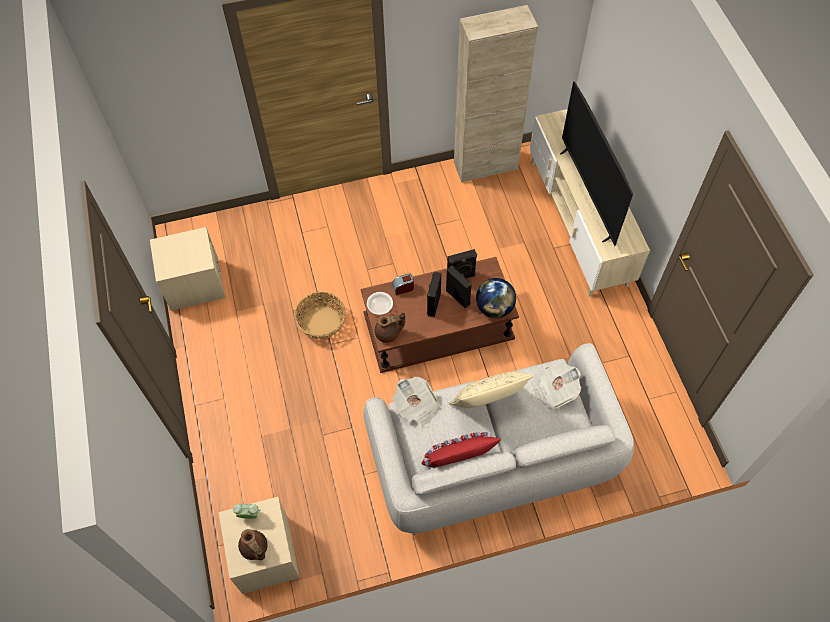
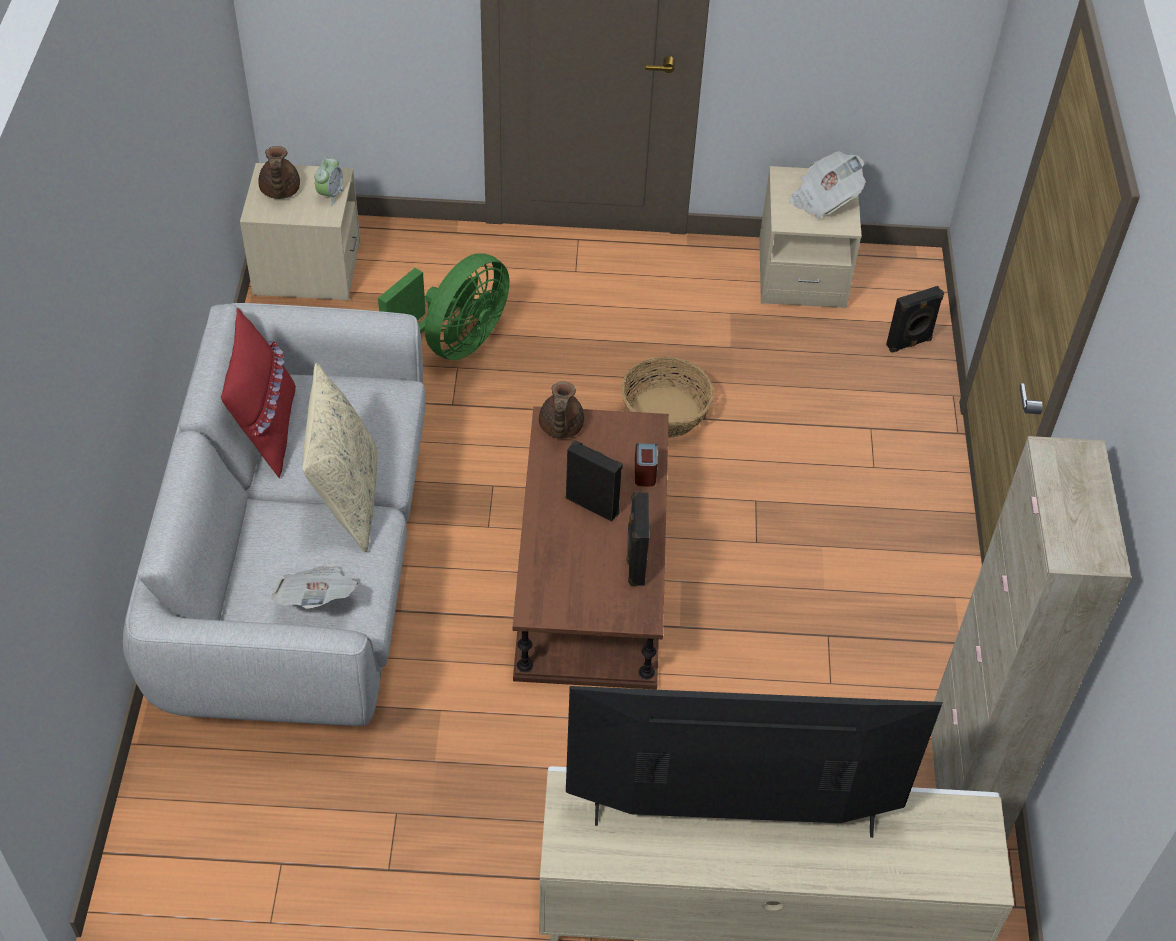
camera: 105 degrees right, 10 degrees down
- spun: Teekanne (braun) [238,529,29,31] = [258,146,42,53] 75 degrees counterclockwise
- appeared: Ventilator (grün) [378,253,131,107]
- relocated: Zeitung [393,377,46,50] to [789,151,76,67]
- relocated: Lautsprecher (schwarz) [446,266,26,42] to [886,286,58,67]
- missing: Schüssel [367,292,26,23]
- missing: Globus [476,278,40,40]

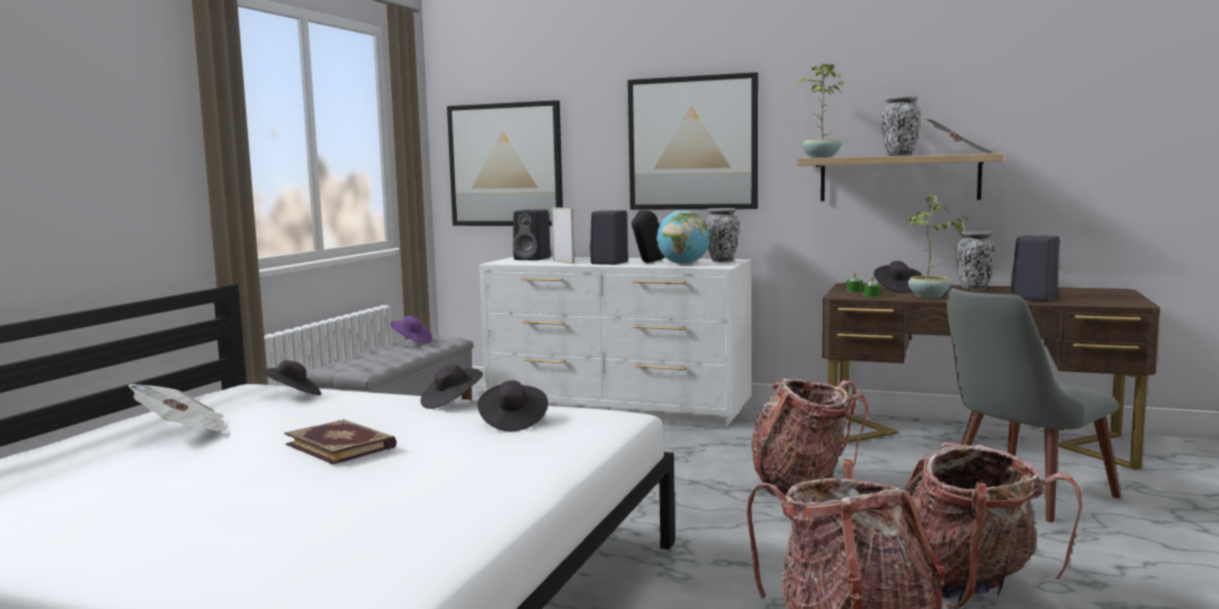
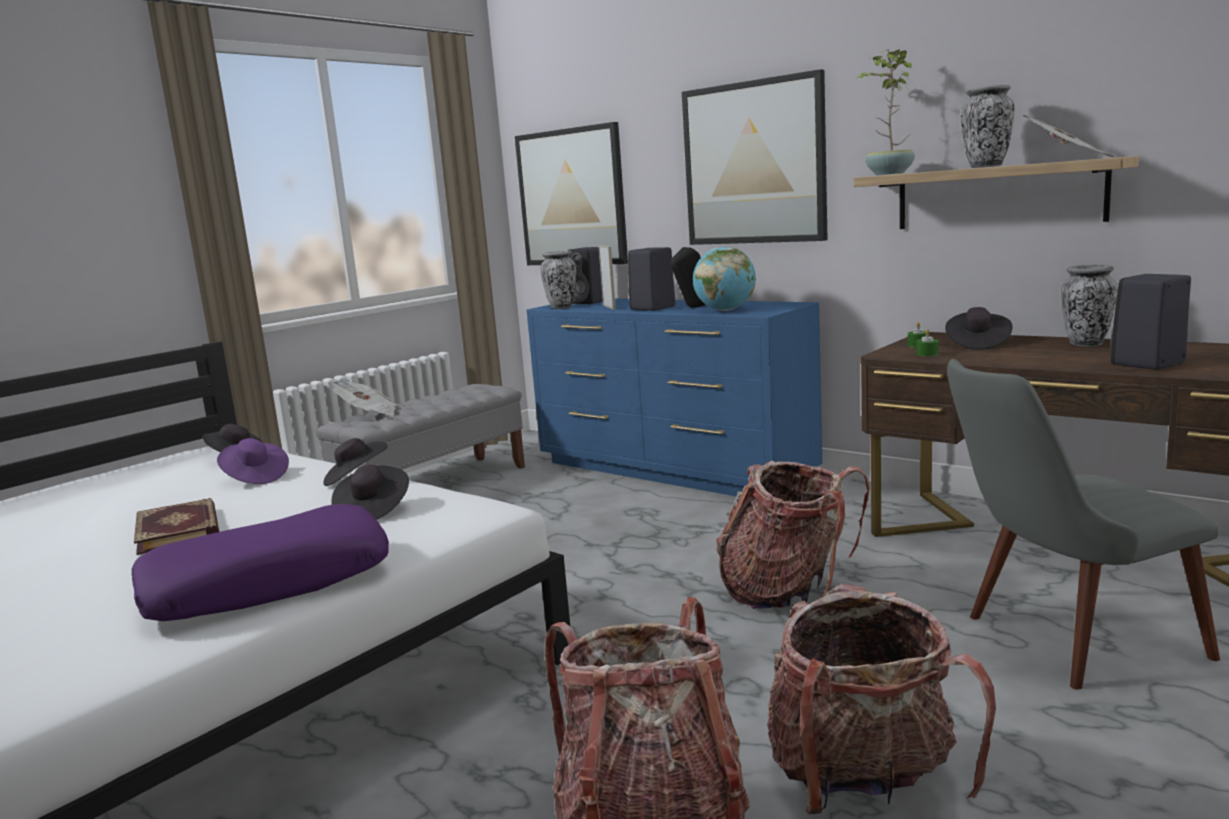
camera: 20 degrees right, 5 degrees up
- appeared: Kissen (lila) [132,504,257,117]
- relocated: Hut (lila) [391,316,41,27] to [217,438,72,46]
- relocated: Zeitung [128,384,99,48] to [332,381,65,34]
- colour: Kommode (weiß) [480,257,271,171] to Kommode (blau) [526,299,296,197]
- relocated: Vase [705,208,34,54] to [540,251,36,58]
- missing: Topfpflanze [905,195,64,103]

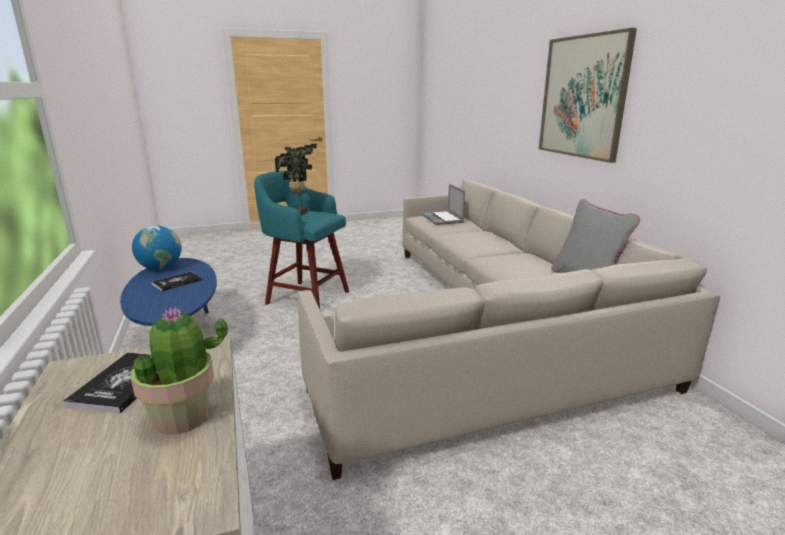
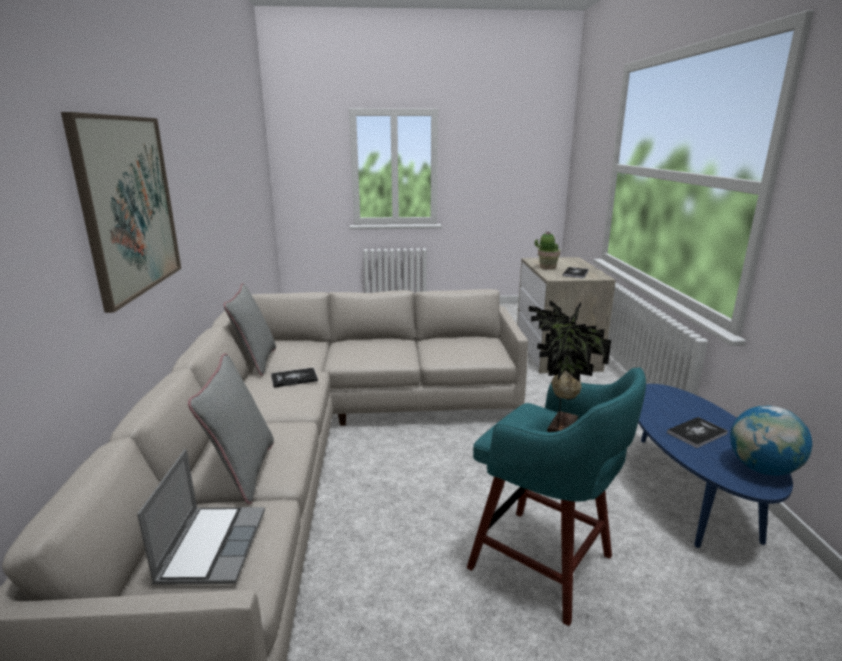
camera: 165 degrees left, 0 degrees up
- appeared: Kissen (grau) [188,353,86,151]
- appeared: Buch [271,368,47,20]

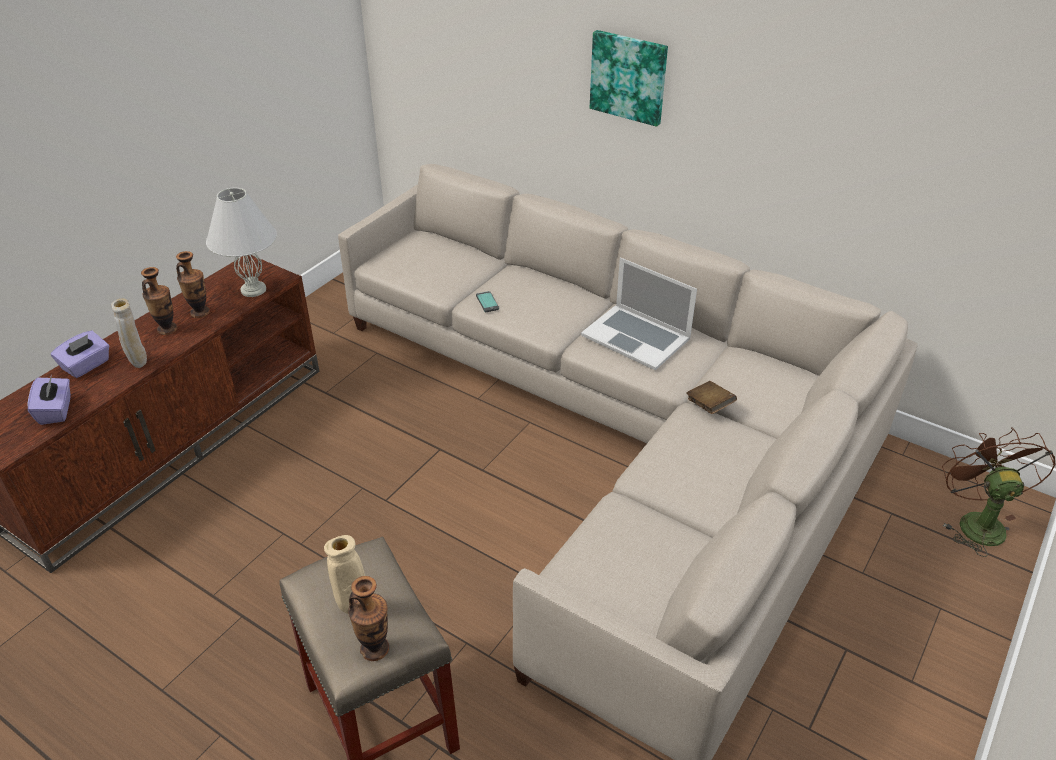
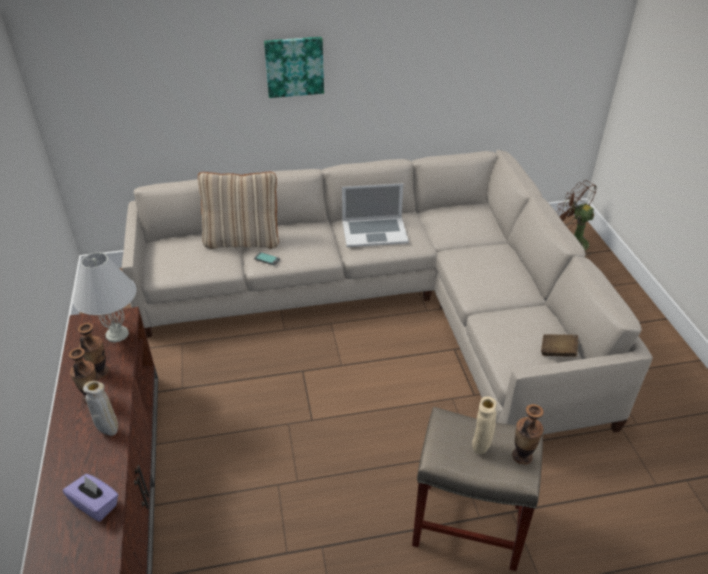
camera: 45 degrees left, 0 degrees up
- appeared: Kissen (beige) [198,172,81,77]
- relocated: Buch (braun) [686,381,51,33] to [541,334,37,23]
- missing: Taschentuchbox (lila) [51,331,58,47]

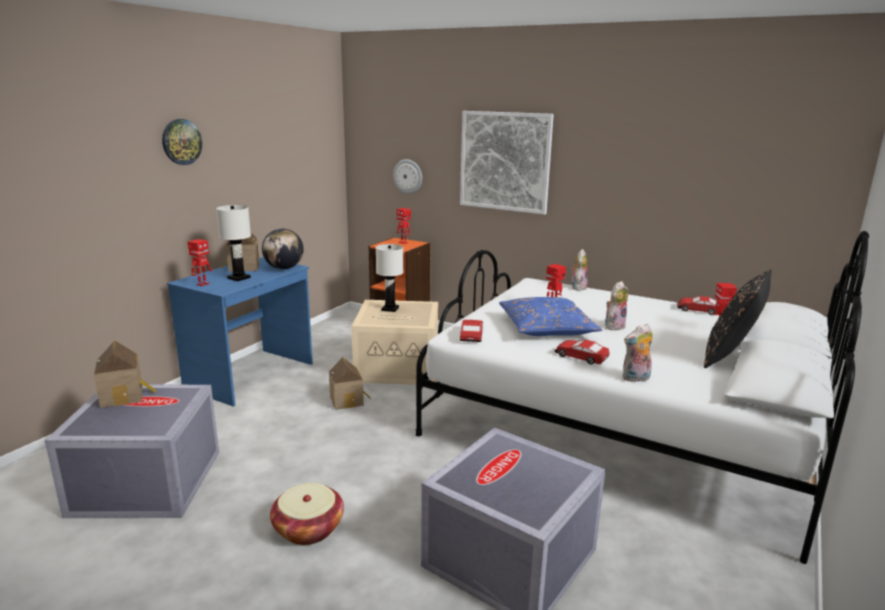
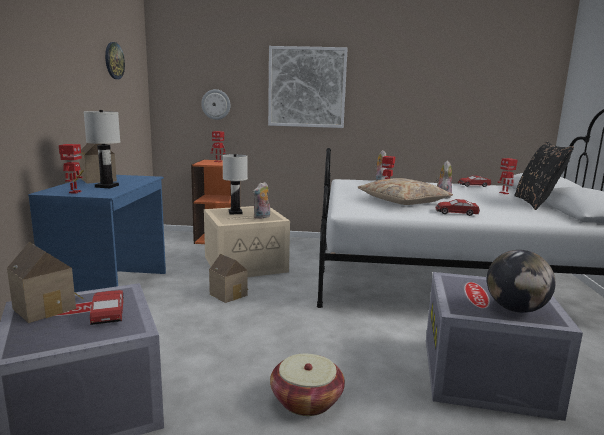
camera: 25 degrees left, 5 degrees down
- relocated: Spielzeugauto [460,320,23,22] to [90,290,33,35]
- relocated: Wanduhr [162,119,40,46] to [105,42,20,37]
- relocated: Plüschtier [622,324,31,58] to [253,182,17,37]
- colour: Kissen (blau) [499,297,103,39] to Kissen (beige) [357,178,96,27]
- relocated: Globus [262,228,42,41] to [487,250,69,63]

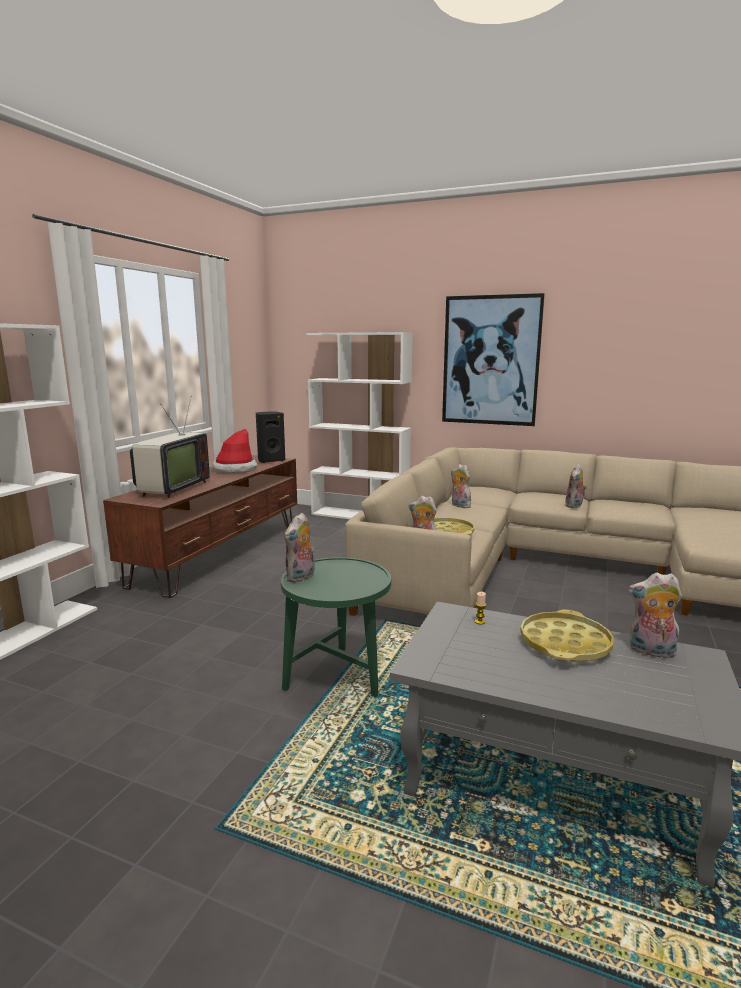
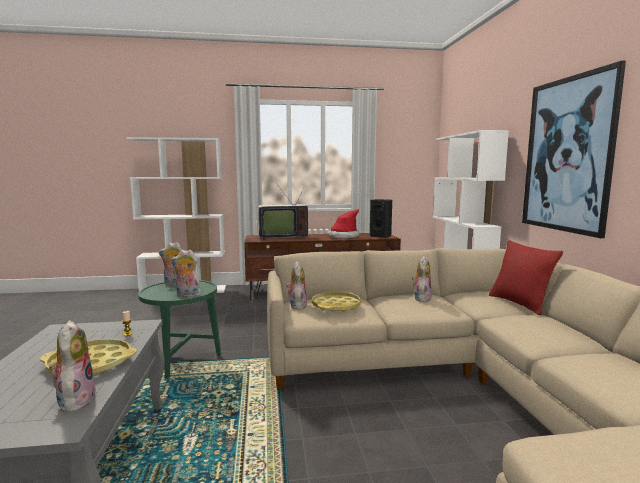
camera: 60 degrees right, 5 degrees down
- relocated: Plüschtier [565,464,22,44] to [171,250,33,47]
- appeared: Kissen (rot) [489,240,74,75]

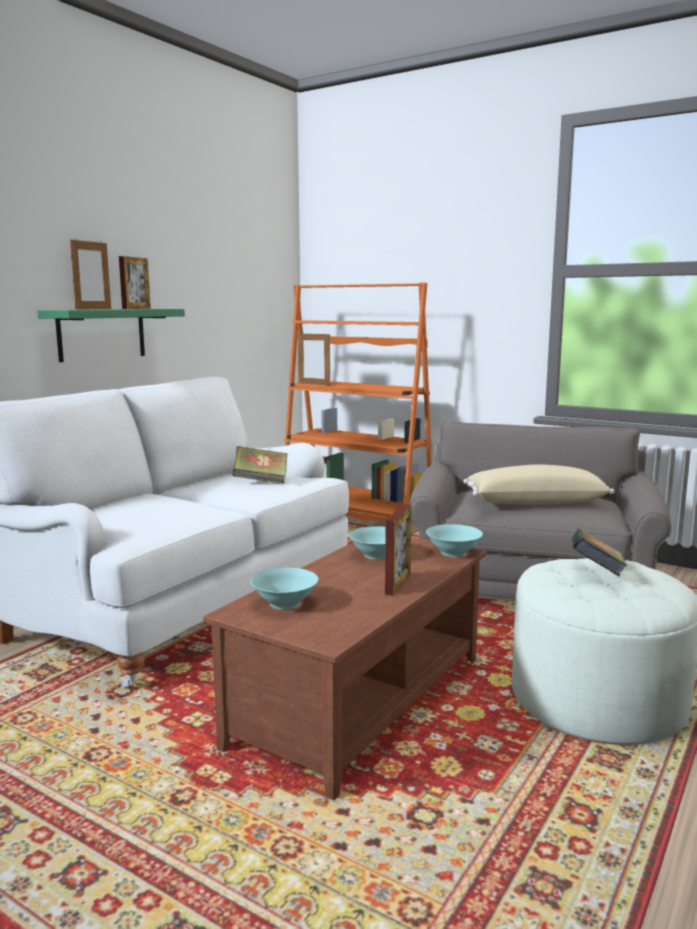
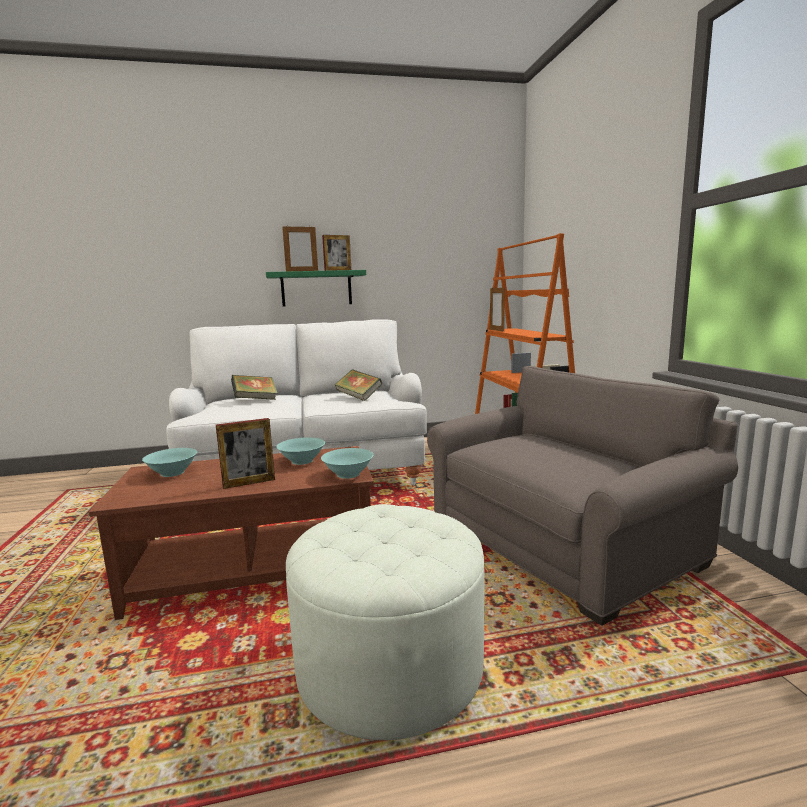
camera: 45 degrees right, 0 degrees up
- relocated: Buch [572,529,56,47] to [231,375,46,25]
- missing: Kissen (beige) [464,464,151,41]

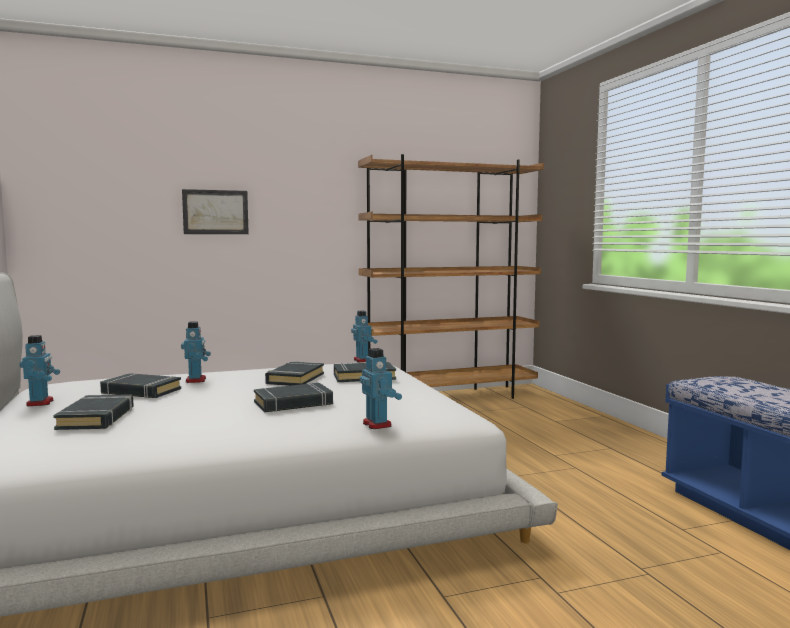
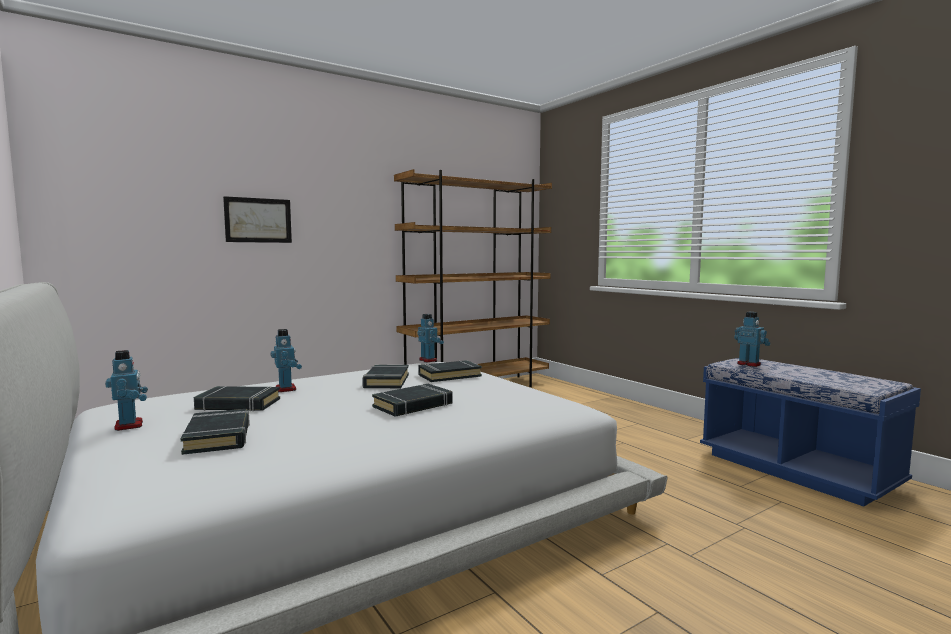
camera: 15 degrees left, 0 degrees up
- relocated: Spielzeugroboter [360,348,42,81] to [734,312,36,55]

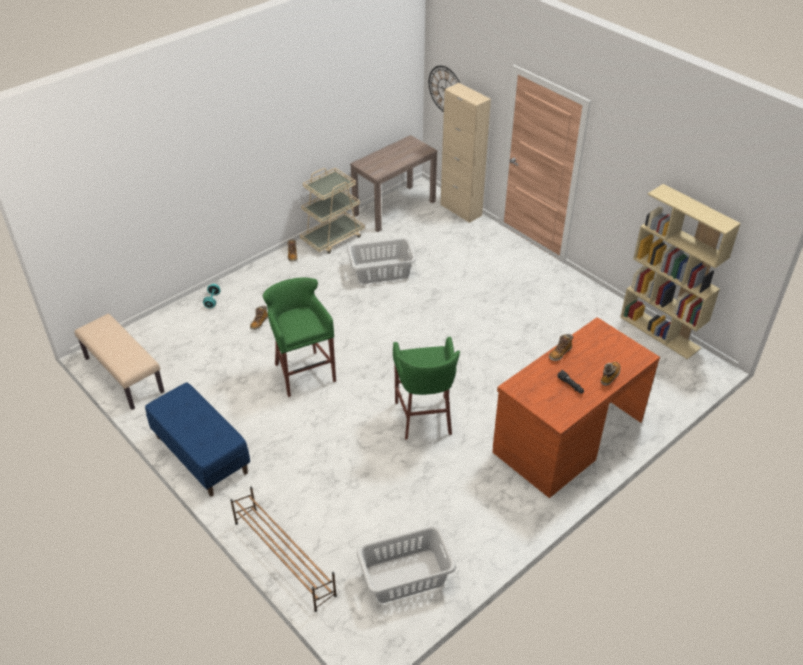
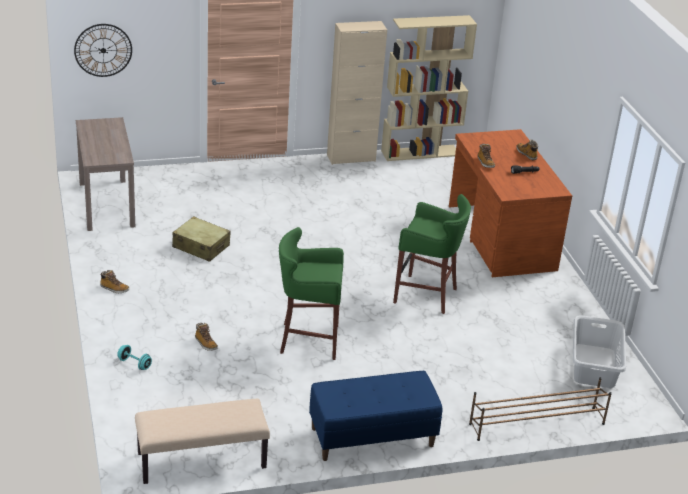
camera: 65 degrees left, 10 degrees down
- exchanged: Wäschekorb (grau) [347,238,69,46] to Koffer (beige) [172,216,59,46]
- relocated: Schrank (beige) [440,83,51,140] to [327,21,60,144]
- missing: Rollwagen (beige) [300,168,65,85]

